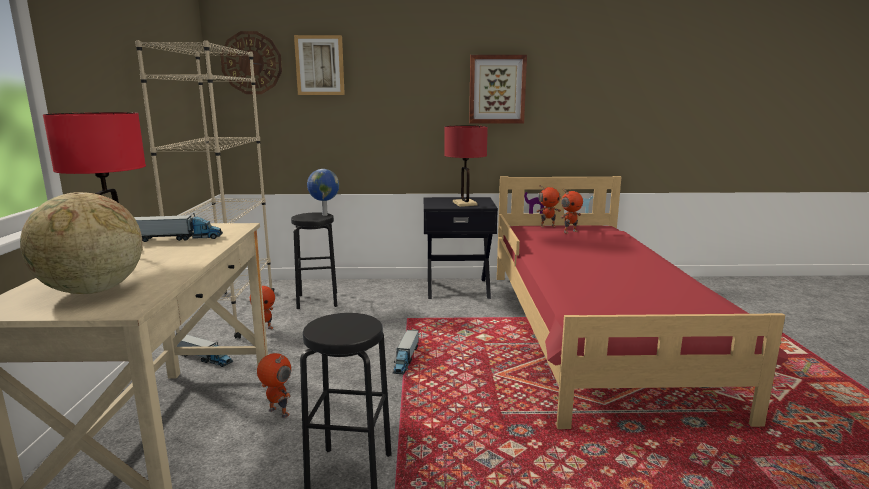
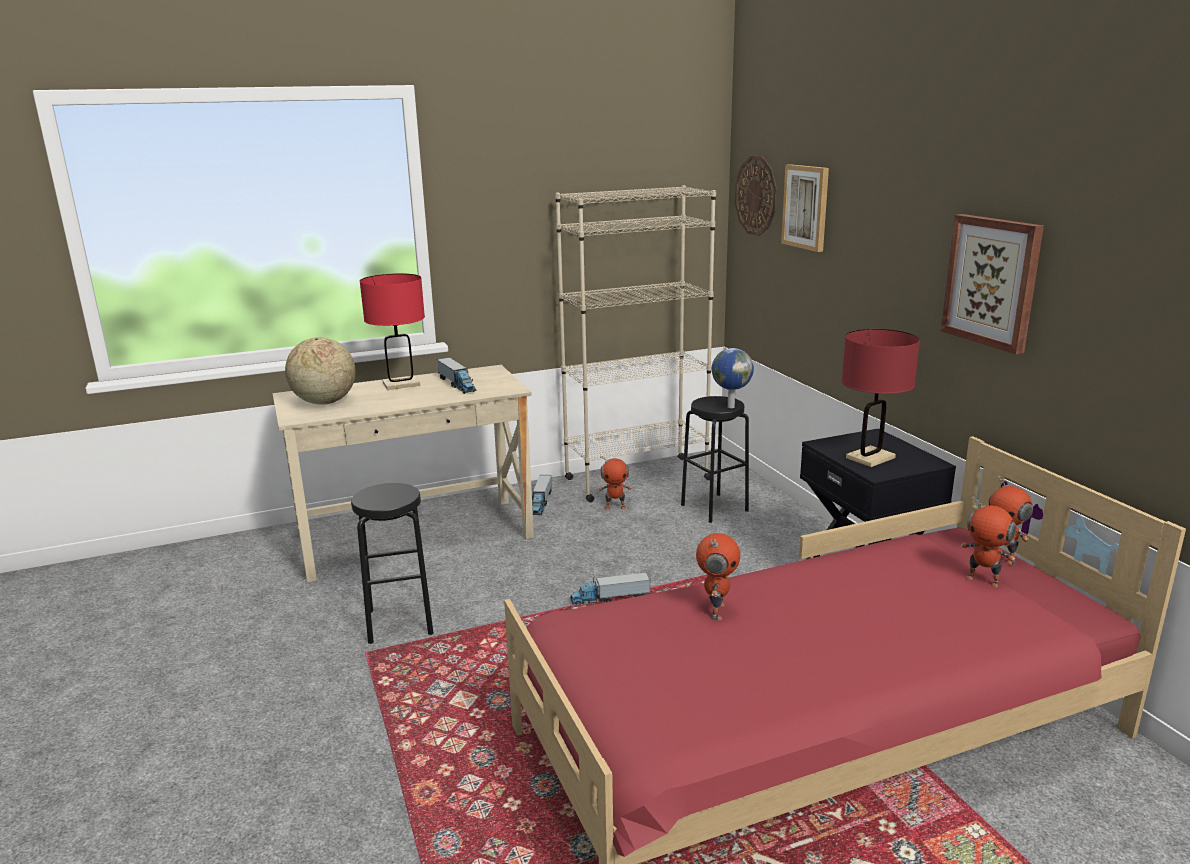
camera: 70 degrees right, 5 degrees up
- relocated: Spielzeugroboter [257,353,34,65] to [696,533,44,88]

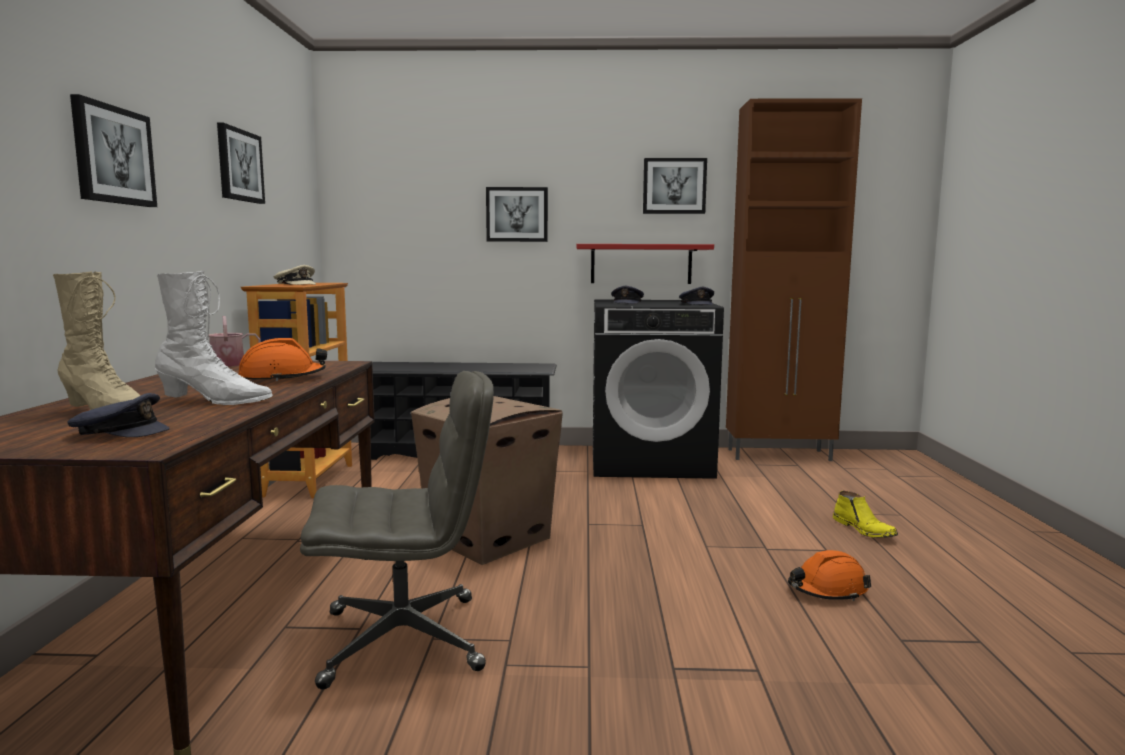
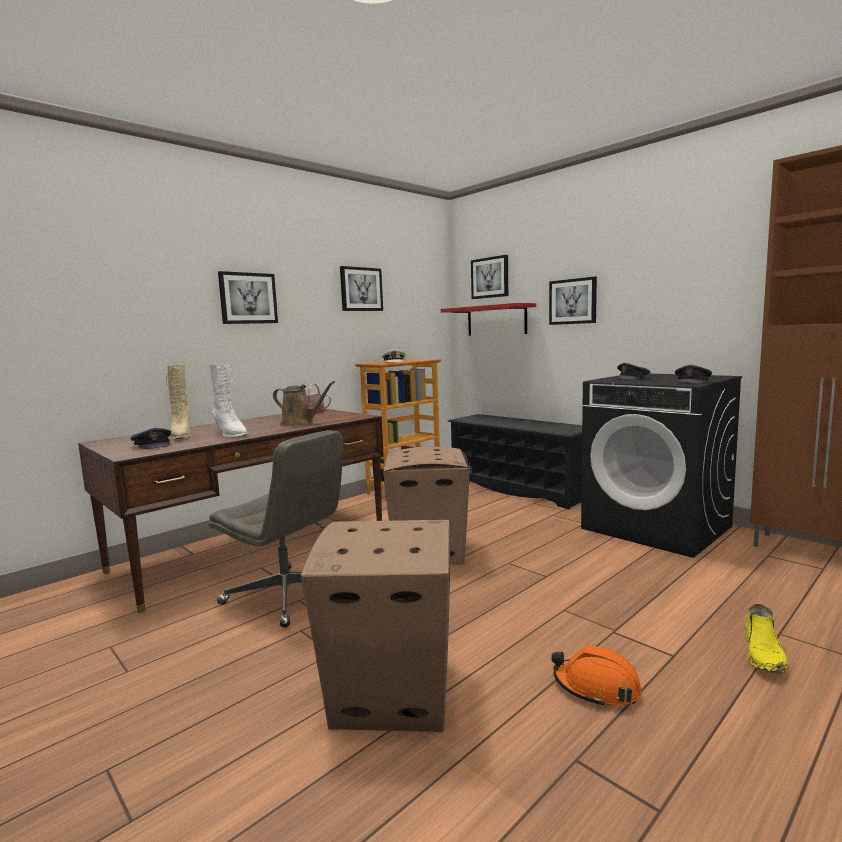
camera: 45 degrees right, 0 degrees up
- exchanged: Schutzhelm (orange) [238,338,89,43] to Gießkanne (braun) [273,381,62,46]
- appeared: Karton [301,520,149,212]
- relocated: Wandregal (rot) [576,244,138,40] to [441,303,95,33]
- relocated: Bild [643,158,64,56] to [471,255,37,44]

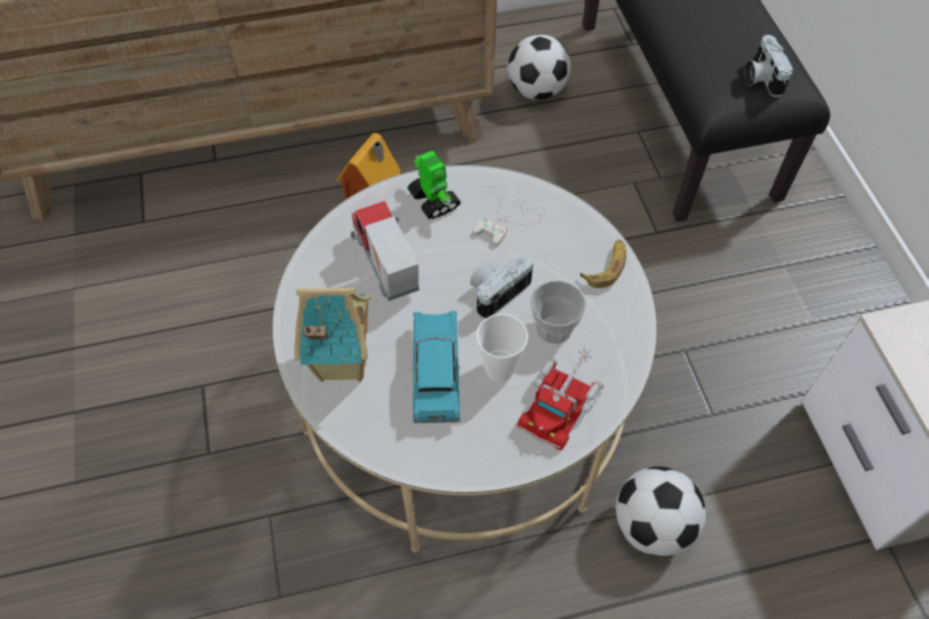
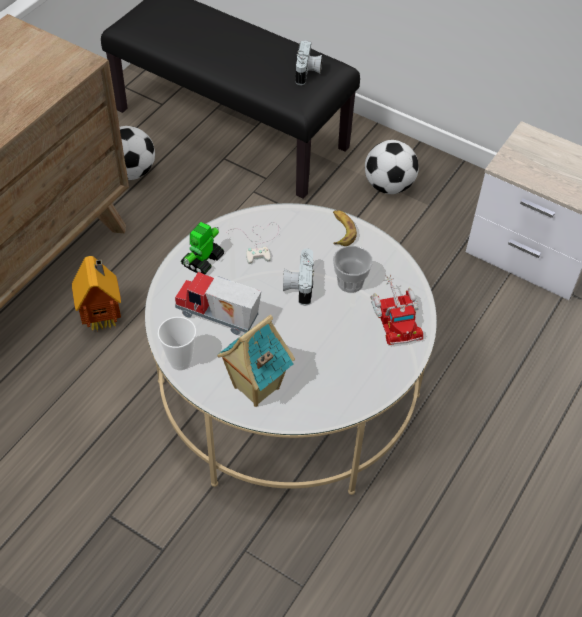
camera: 45 degrees left, 5 degrees down
- relocated: Tasse [476,314,52,68] to [158,317,38,53]
- spun: Spielzeugroboter [407,150,54,69] = [181,222,43,52] 75 degrees counterclockwise
- spun: Kamera [745,35,48,62] = [296,40,26,45] 120 degrees counterclockwise
- relocated: Fußball [616,466,90,91] to [365,140,54,54]
- missing: Spielzeugauto (türkis) [413,311,47,112]

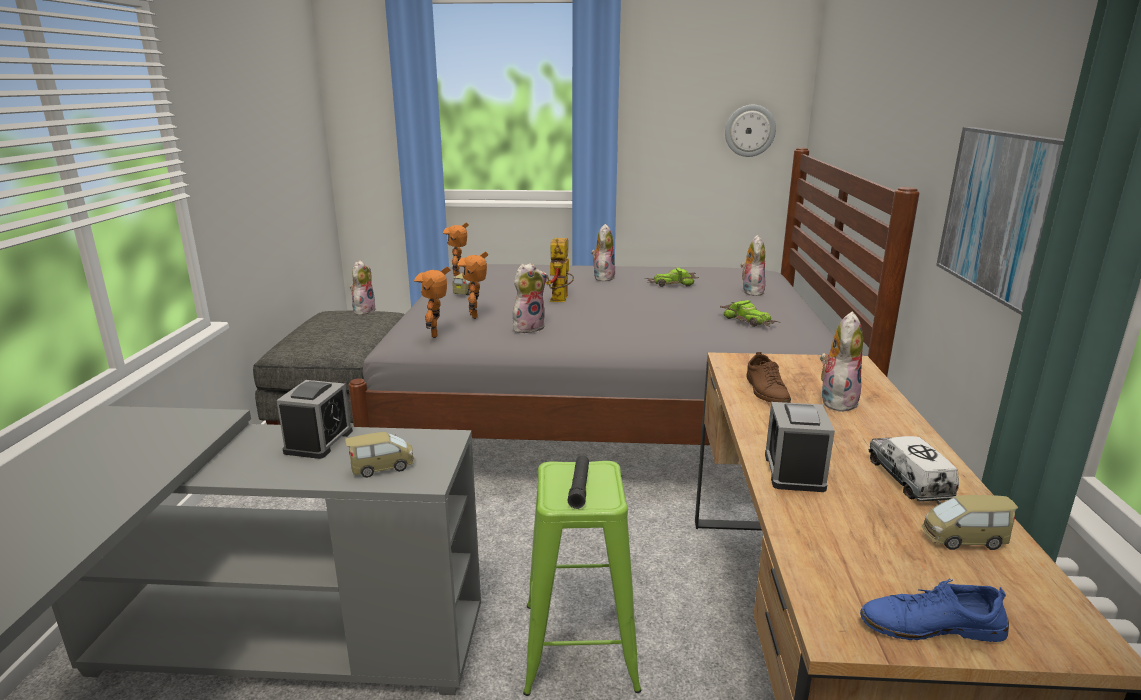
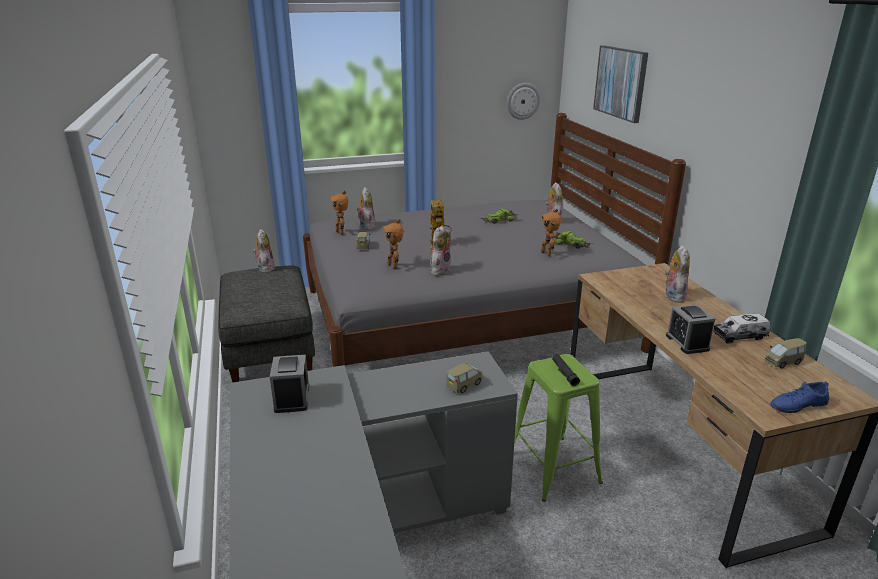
camera: 20 degrees left, 5 degrees up
- relocated: Wecker [276,380,77,79] to [270,355,39,58]
- relocated: Plüschtier [591,224,24,58] to [356,187,20,43]
- relocated: Spielzeugroboter [414,267,36,71] to [541,209,22,47]
- relocated: Bild [936,127,128,188] to [593,45,55,78]
- spun: Spielzeuglaster [868,436,91,66] = [713,314,57,30] 75 degrees counterclockwise
- missing: Schuh (braun) [746,352,45,51]

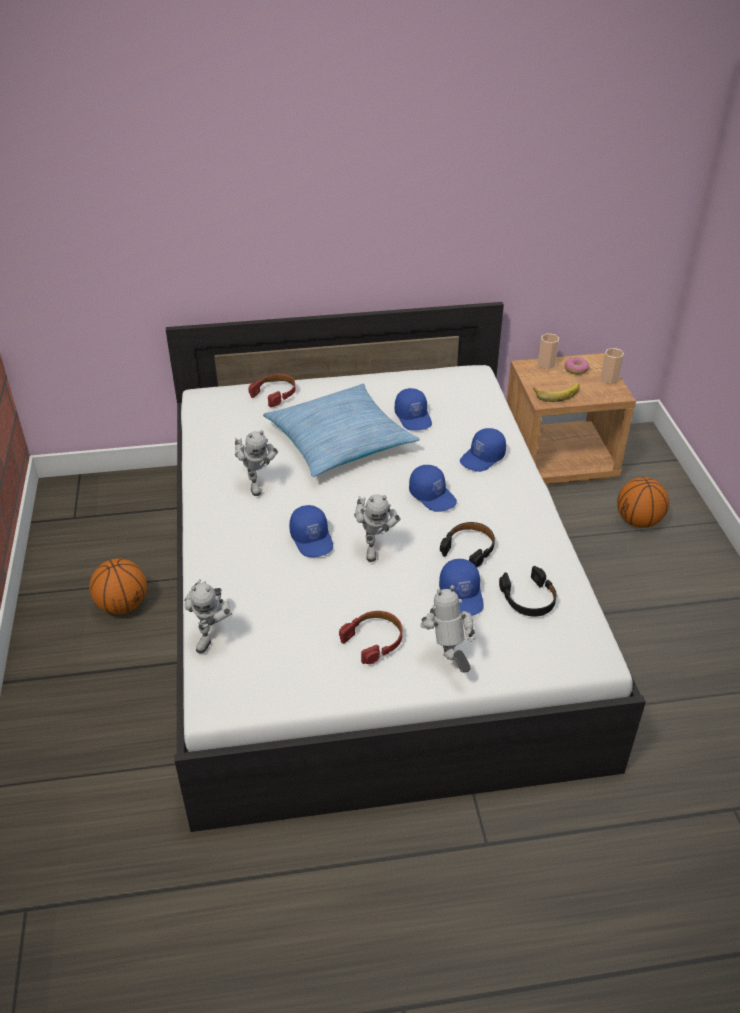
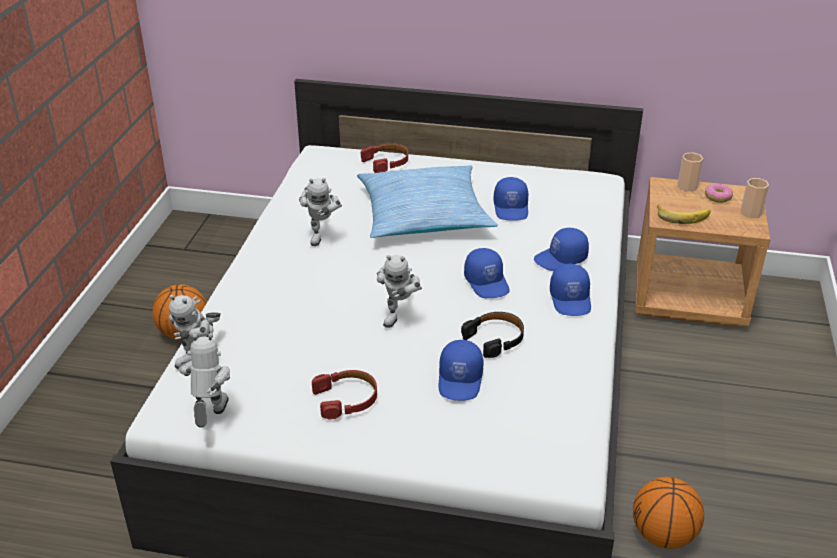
camera: 20 degrees right, 5 degrees down
- relocated: Spielzeugroboter [421,585,54,88] to [179,333,51,95]
- relocated: Kappe (blau) [289,505,44,52] to [550,264,41,52]
- relocated: Basketball [617,477,52,51] to [633,477,71,72]
- missing: Kopfhörer (schwarz) [499,566,58,51]

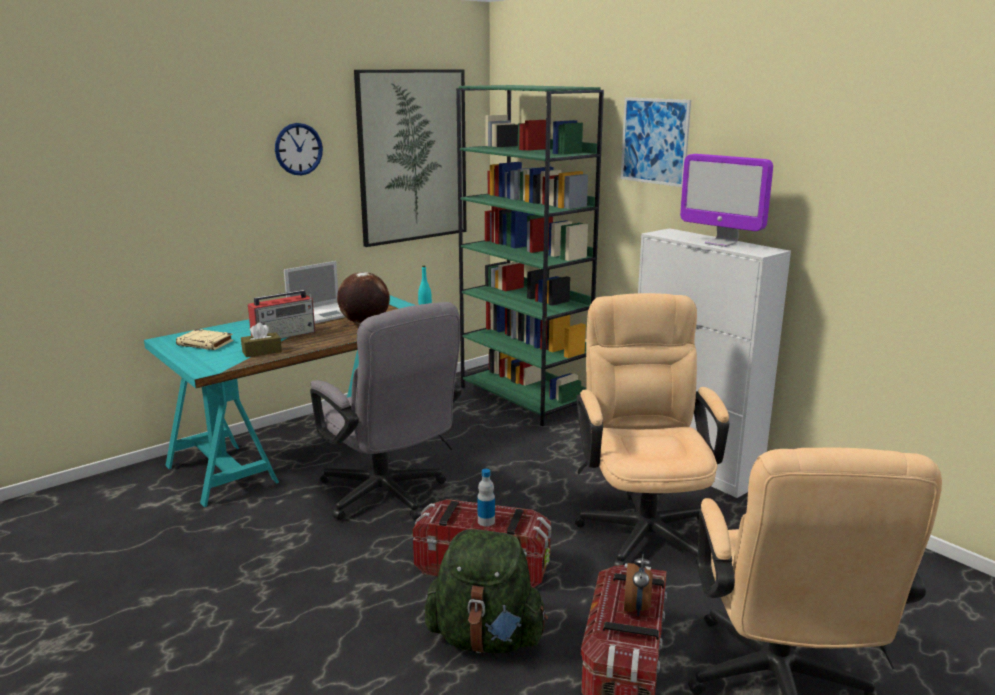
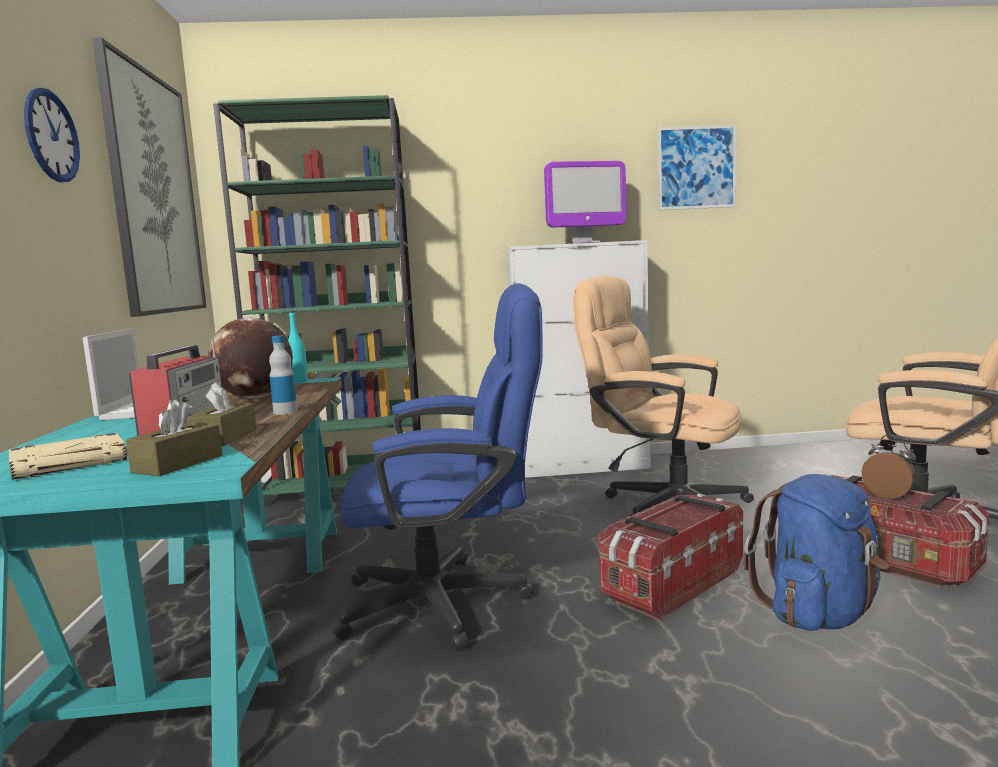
camera: 55 degrees left, 10 degrees down
- appeared: Taschentuchbox (braun) [126,399,97,77]
- relocated: Flasche [477,469,18,57] to [269,335,29,80]
- colour: Bürostuhl (grau) [310,302,151,218] to Bürostuhl (blau) [333,283,210,368]
- relocated: Bild [621,97,70,90] to [658,125,78,85]
- colour: Rucksack (grün) [425,529,123,124] to Rucksack (blau) [743,474,146,157]

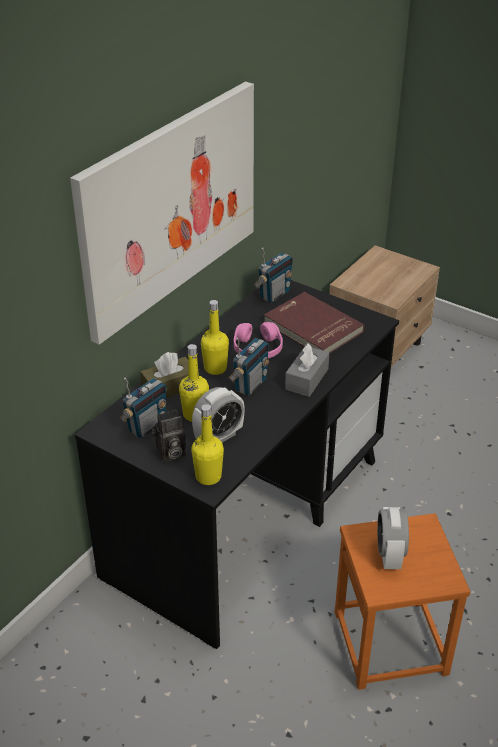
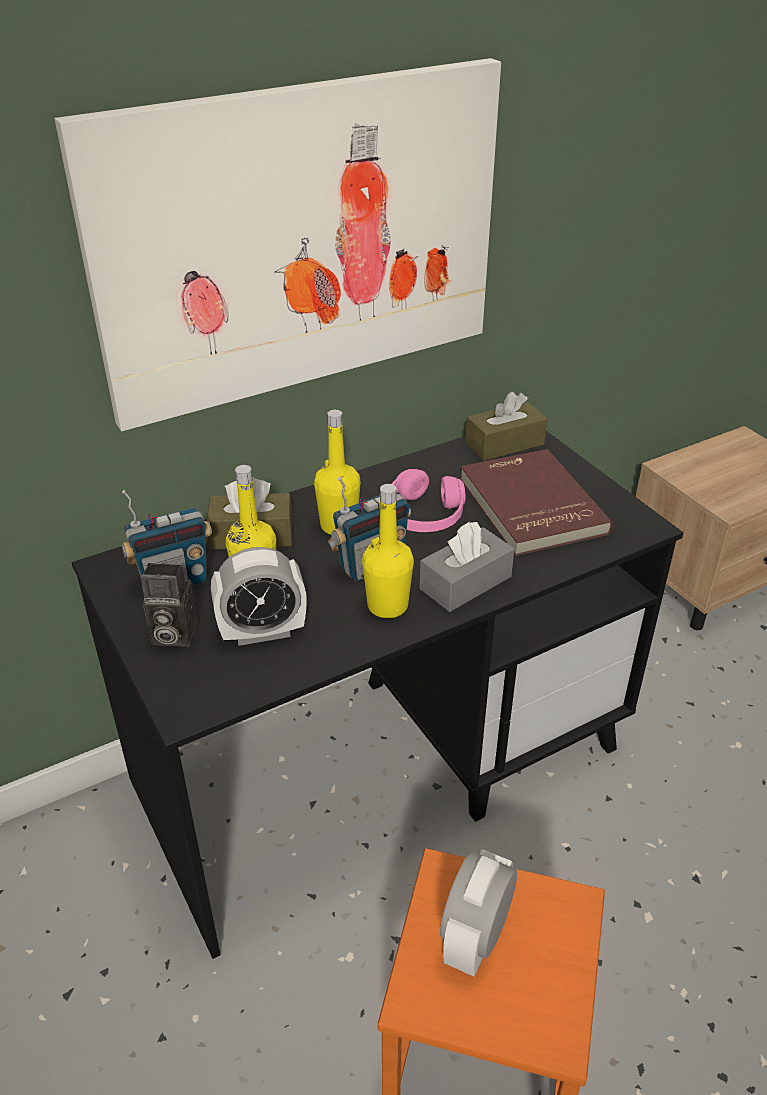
camera: 25 degrees right, 0 degrees up
- relocated: Flasche (gelb) [191,404,33,81] to [362,484,52,134]
- exchanged: Radio [254,248,39,55] to Taschentuchbox (braun) [465,392,82,69]

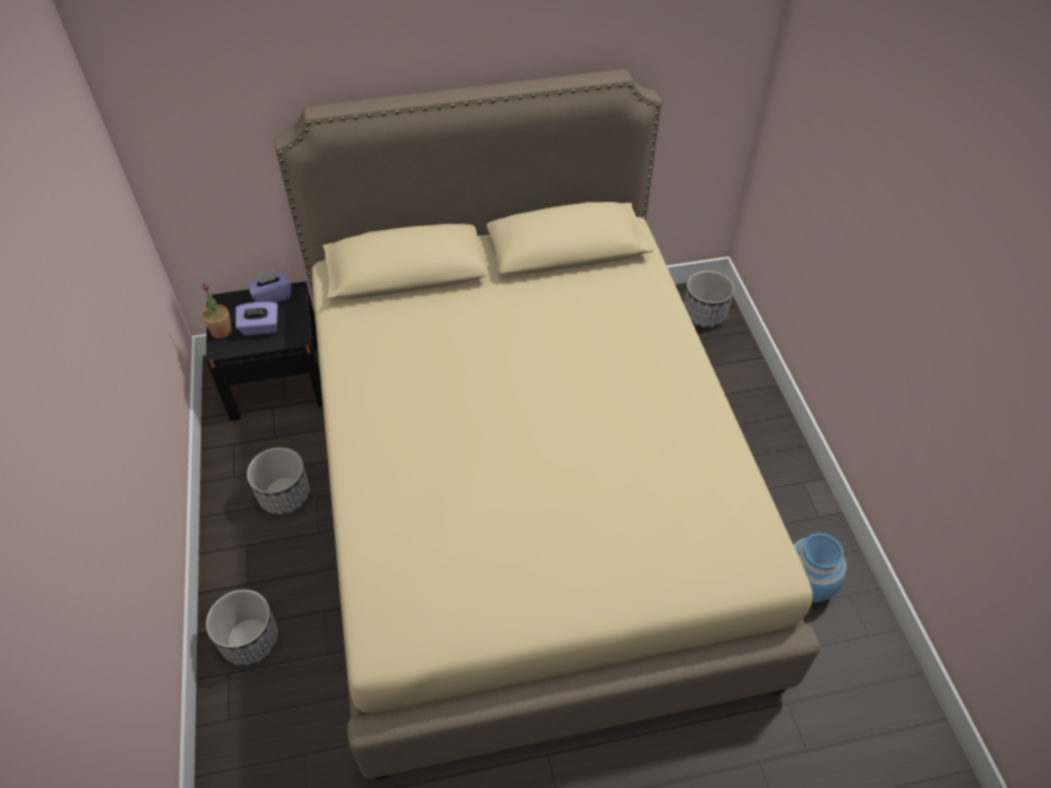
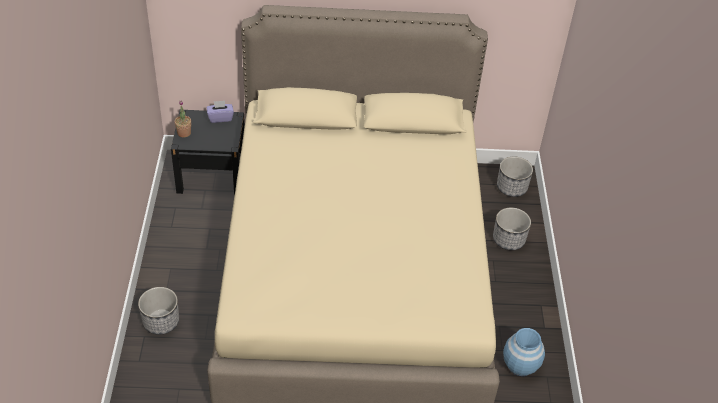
camera: 10 degrees right, 5 degrees down
- relocated: Pflanzkübel [247,447,63,68] to [493,208,38,42]
- missing: Taschentuchbox (lila) [236,302,42,34]

